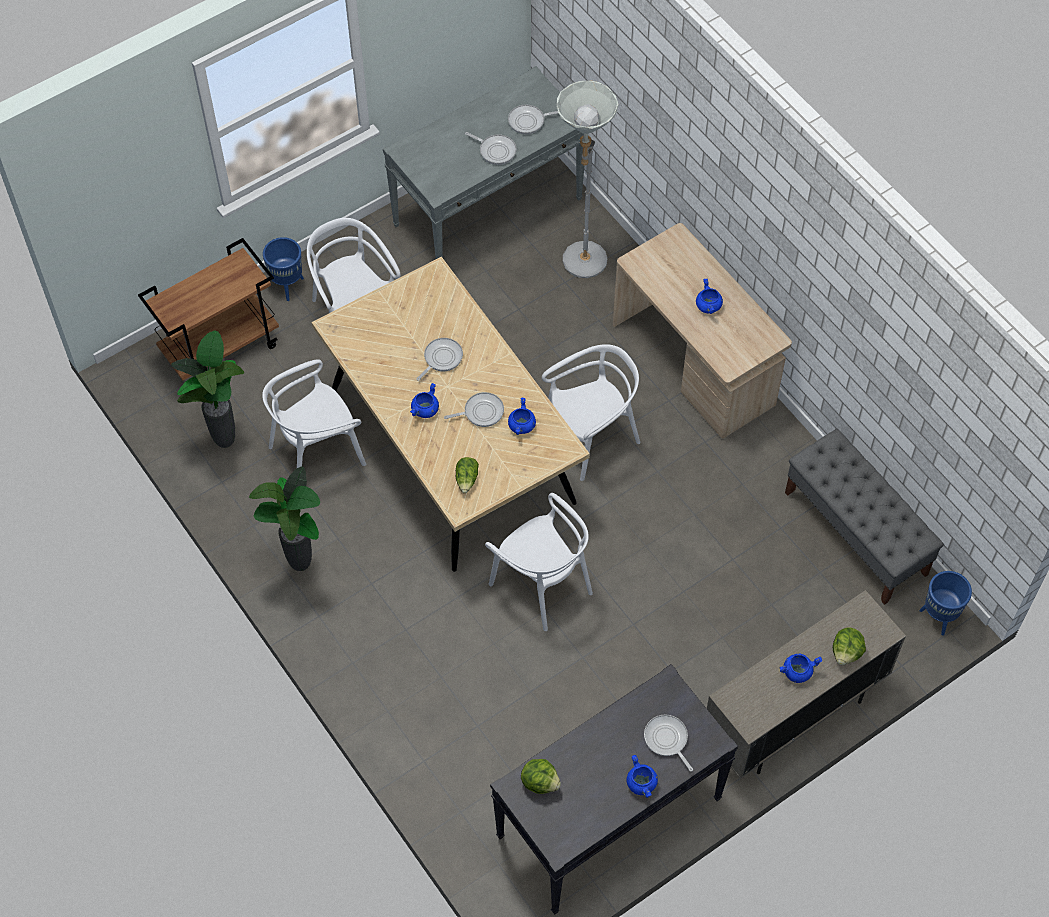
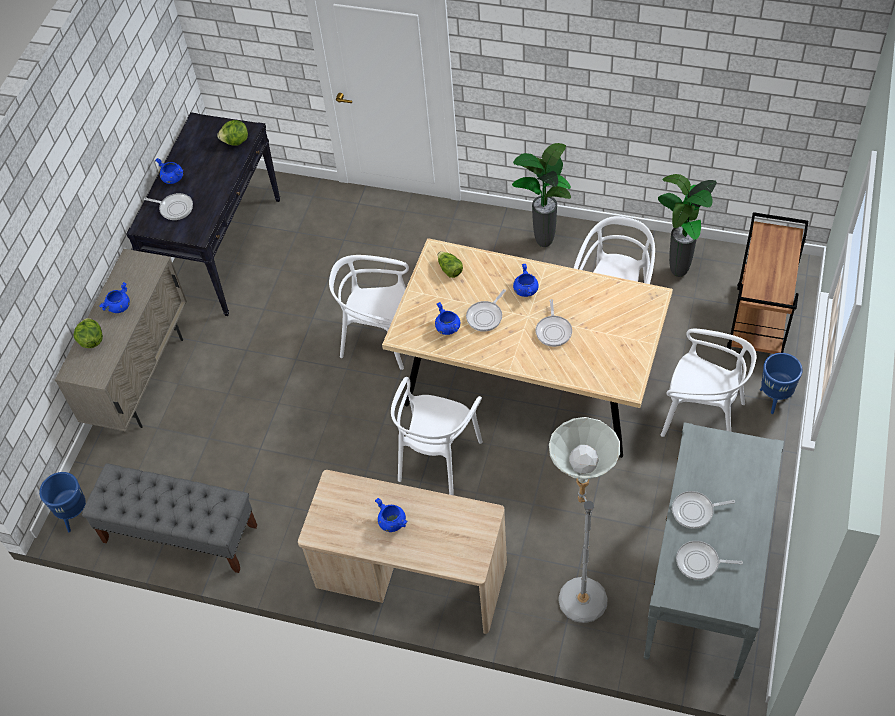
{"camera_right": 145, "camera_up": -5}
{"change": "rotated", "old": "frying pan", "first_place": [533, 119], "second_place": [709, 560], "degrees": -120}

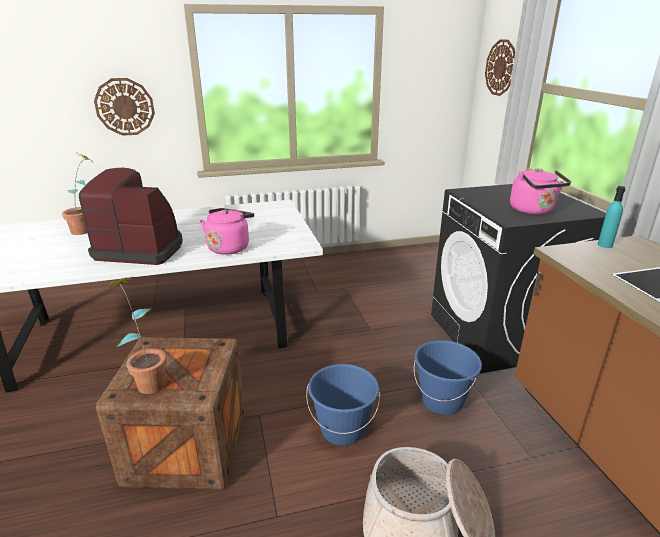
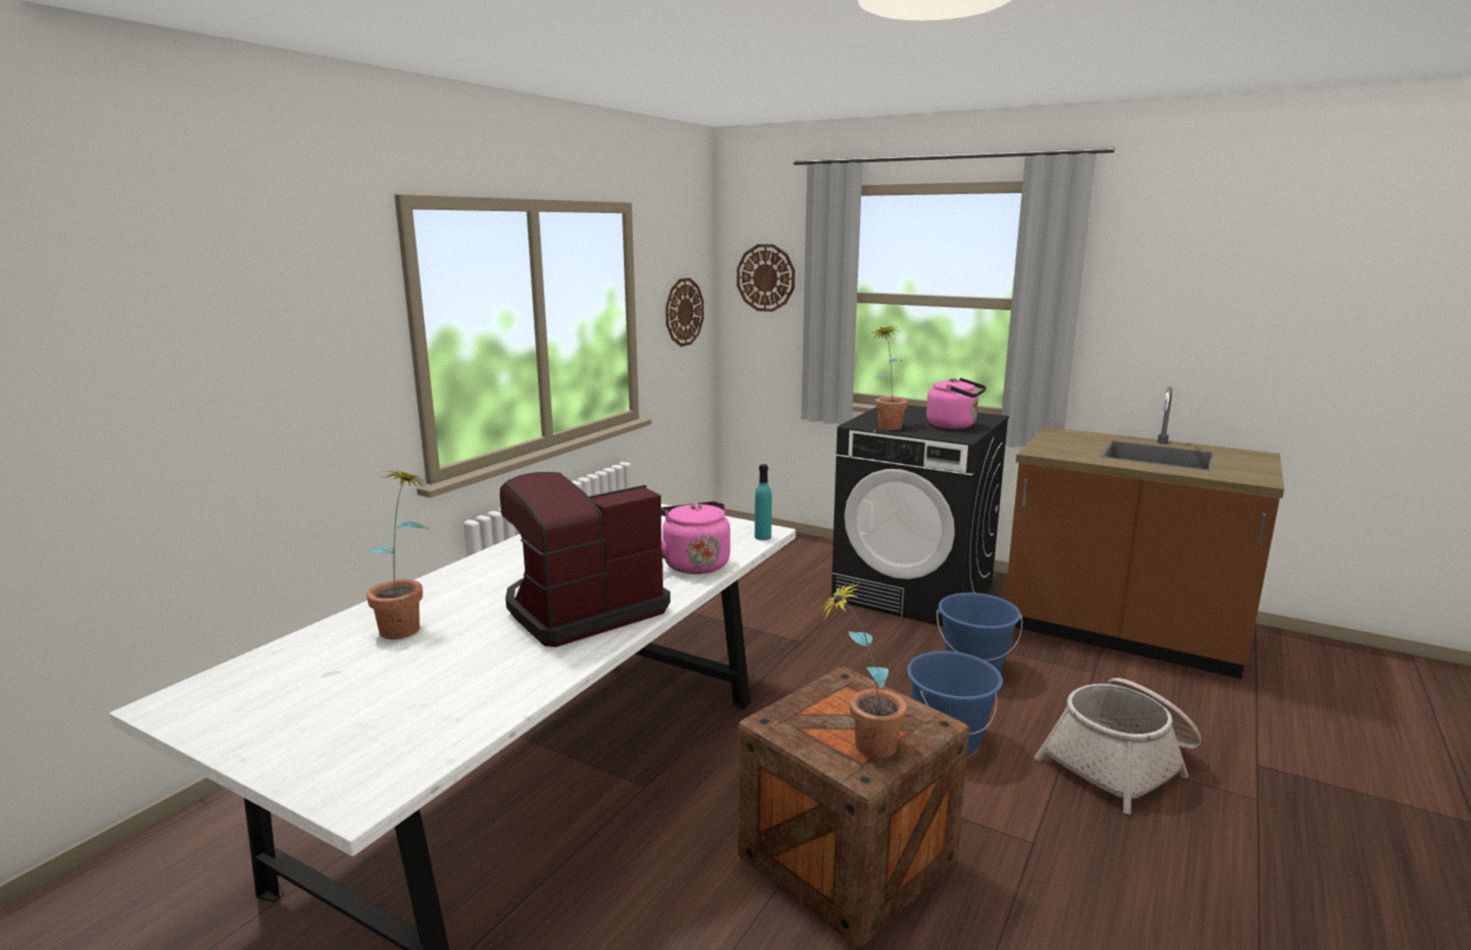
{"camera_right": -45, "camera_up": -10}
{"change": "shifted", "old": "wall clock", "first_place": [124, 107], "second_place": [685, 312]}
{"change": "shifted", "old": "turquoise bottle", "first_place": [612, 217], "second_place": [763, 502]}
{"change": "new", "new": "potted plant", "second_place": [889, 377]}

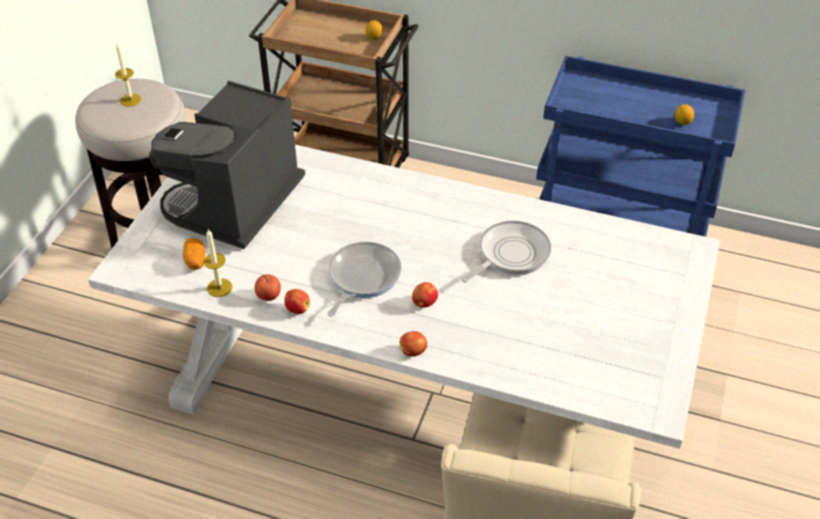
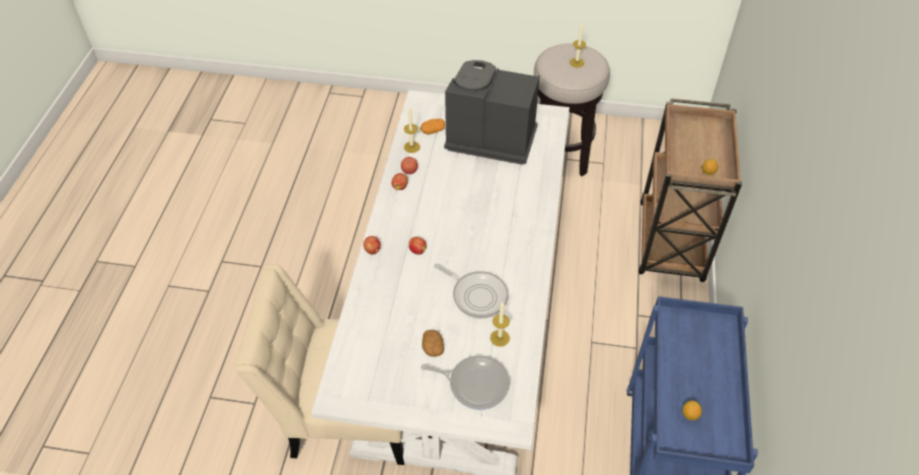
{"camera_right": 80, "camera_up": 5}
{"change": "shifted", "old": "frying pan", "first_place": [364, 279], "second_place": [465, 382]}
{"change": "new", "new": "candle", "second_place": [500, 324]}
{"change": "new", "new": "potato", "second_place": [433, 343]}

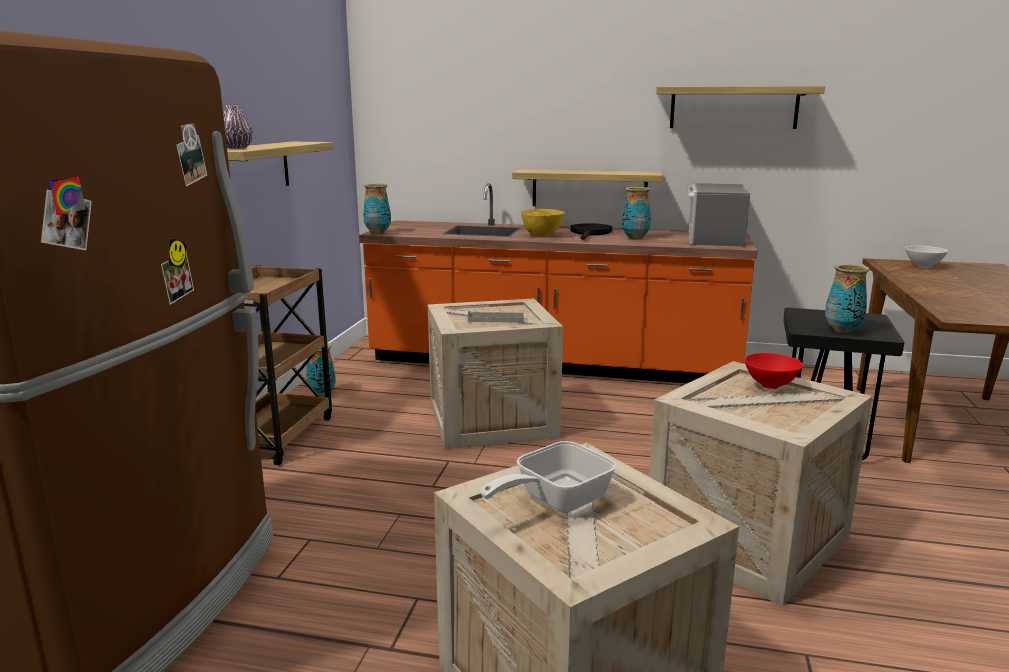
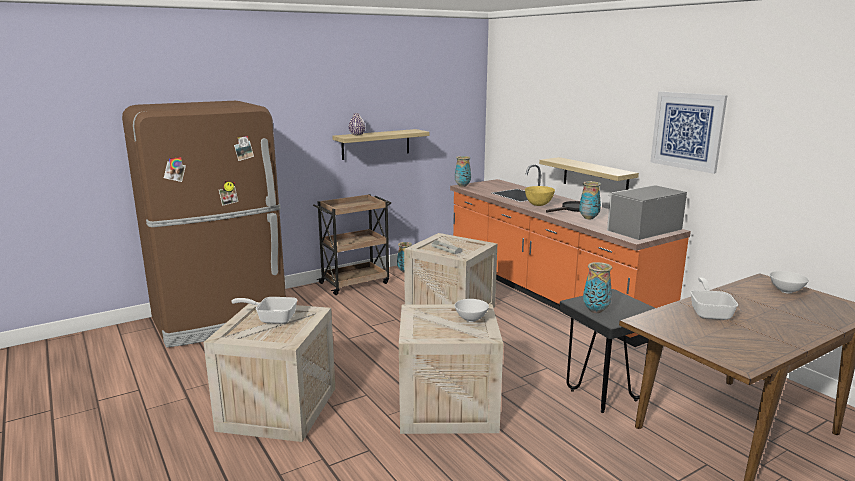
{"camera_right": 45, "camera_up": 0}
{"change": "swapped", "old": "shelf", "new": "picture", "first_place": [740, 107], "second_place": [688, 132]}
{"change": "repainted", "old": "red bowl", "new": "white bowl", "first_place": [773, 371], "second_place": [472, 310]}
{"change": "new", "new": "frying pan", "second_place": [714, 298]}

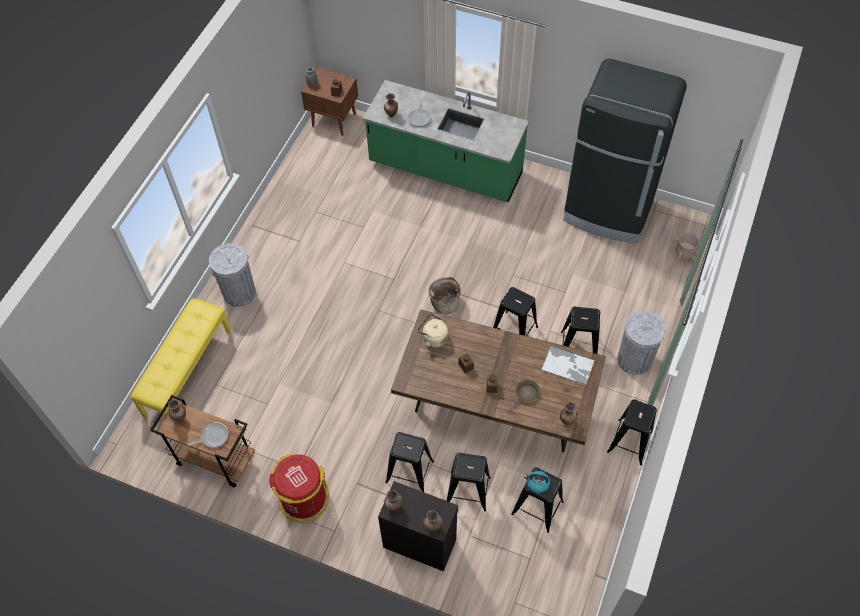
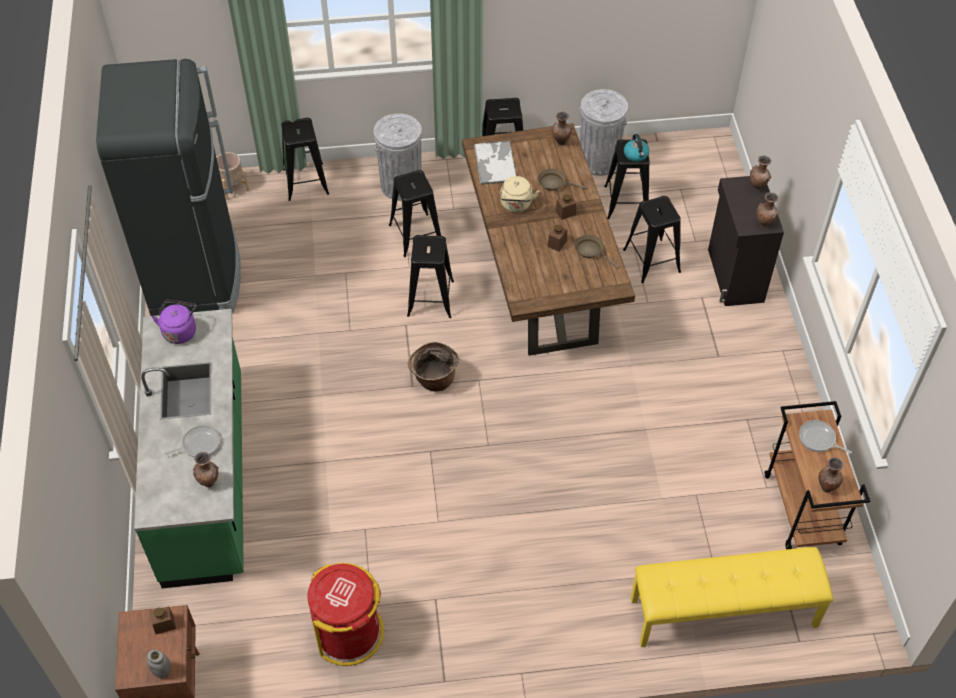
{"camera_right": -120, "camera_up": -5}
{"change": "shifted", "old": "grey trash can", "first_place": [232, 275], "second_place": [604, 132]}
{"change": "shifted", "old": "beige kettle", "first_place": [433, 331], "second_place": [519, 194]}
{"change": "shifted", "old": "black stool", "first_place": [409, 462], "second_place": [305, 159]}
{"change": "shifted", "old": "red trash can", "first_place": [299, 488], "second_place": [345, 614]}
{"change": "new", "new": "brown frying pan", "second_place": [596, 251]}
{"change": "new", "new": "purple kettle", "second_place": [174, 322]}

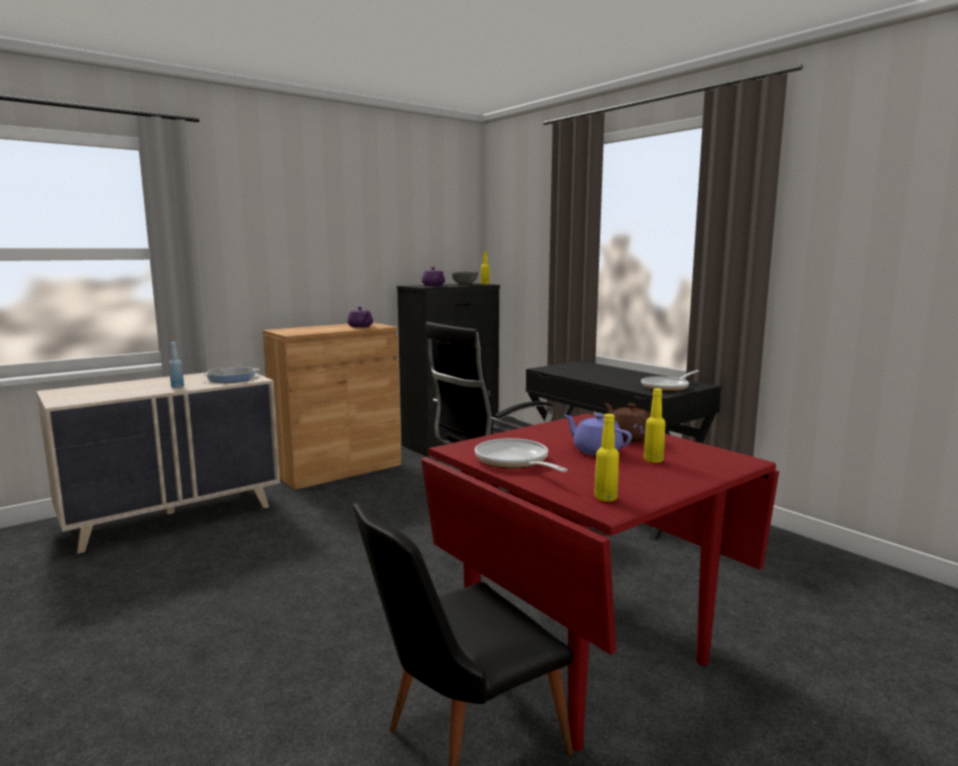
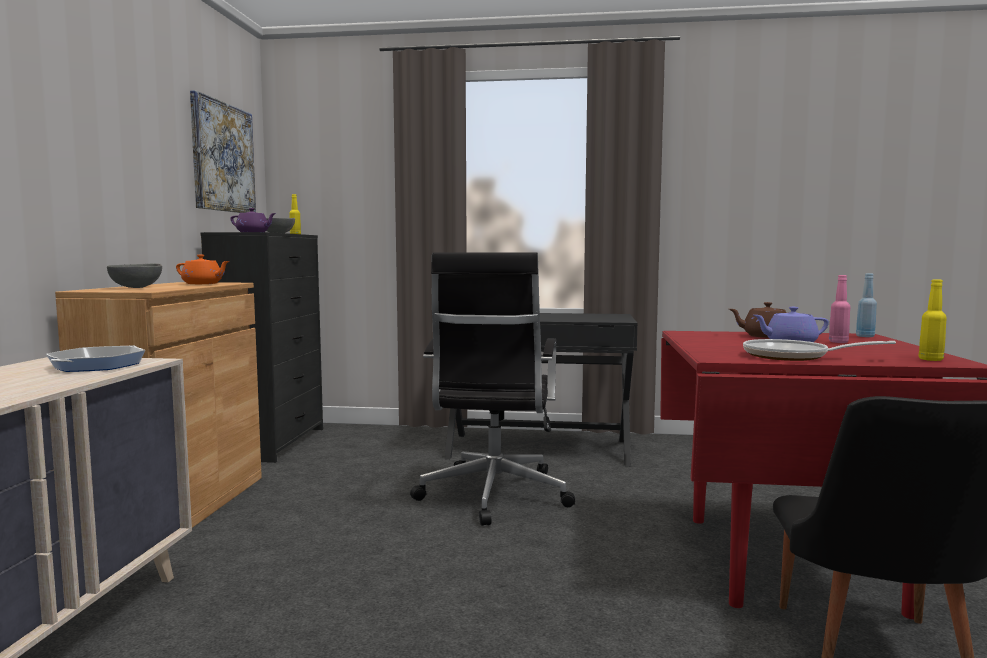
{"camera_right": -45, "camera_up": -5}
{"change": "repainted", "old": "purple teapot", "new": "orange teapot", "first_place": [360, 317], "second_place": [202, 269]}
{"change": "shifted", "old": "blue bottle", "first_place": [176, 365], "second_place": [866, 305]}
{"change": "gone", "old": "frying pan", "first_place": [670, 380]}
{"change": "repainted", "old": "yellow bottle", "new": "pink bottle", "first_place": [654, 425], "second_place": [839, 309]}
{"change": "new", "new": "picture", "second_place": [223, 151]}
{"change": "new", "new": "grey bowl", "second_place": [134, 275]}

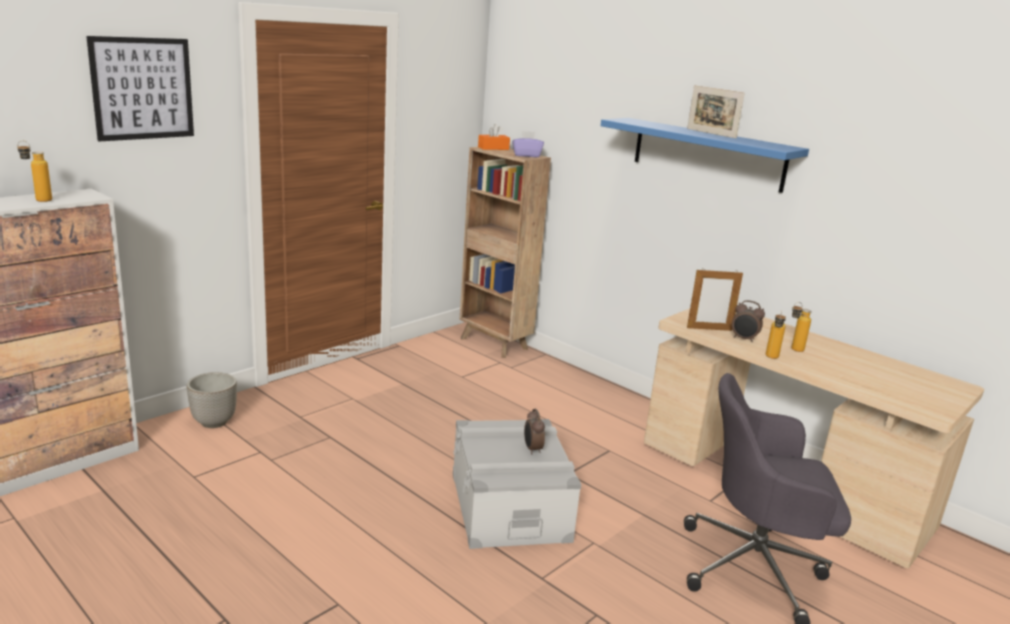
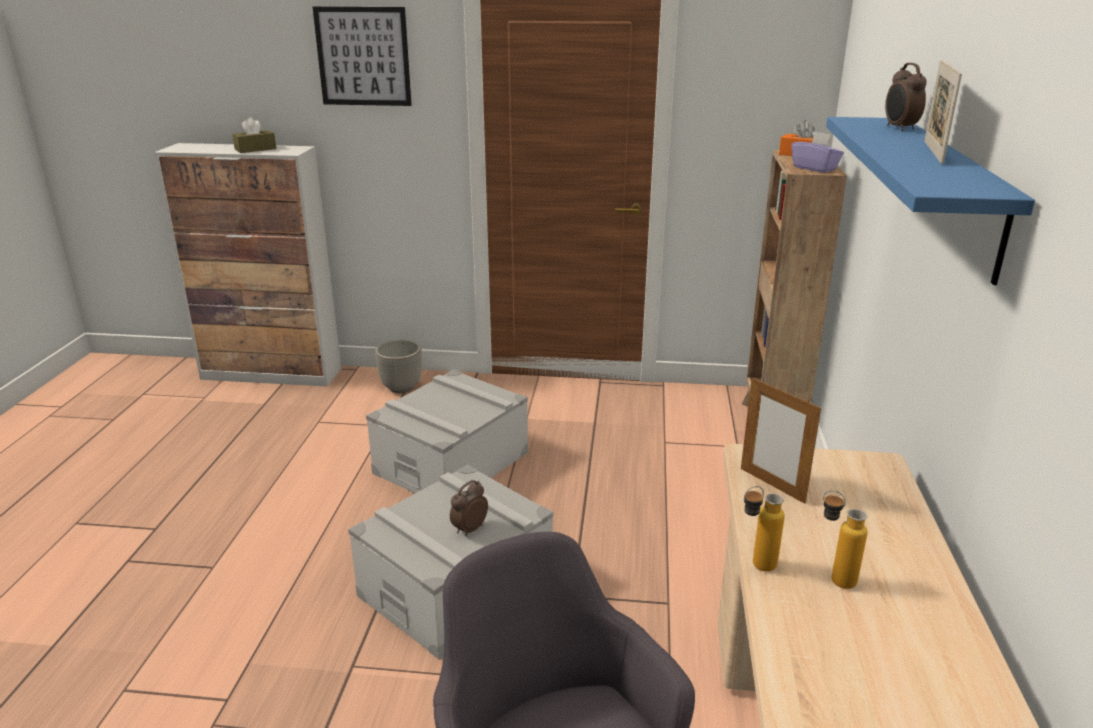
{"camera_right": 55, "camera_up": 5}
{"change": "swapped", "old": "bottle", "new": "brown tissue box", "first_place": [34, 171], "second_place": [254, 135]}
{"change": "shifted", "old": "alarm clock", "first_place": [748, 321], "second_place": [906, 97]}
{"change": "new", "new": "grey storage box", "second_place": [447, 431]}

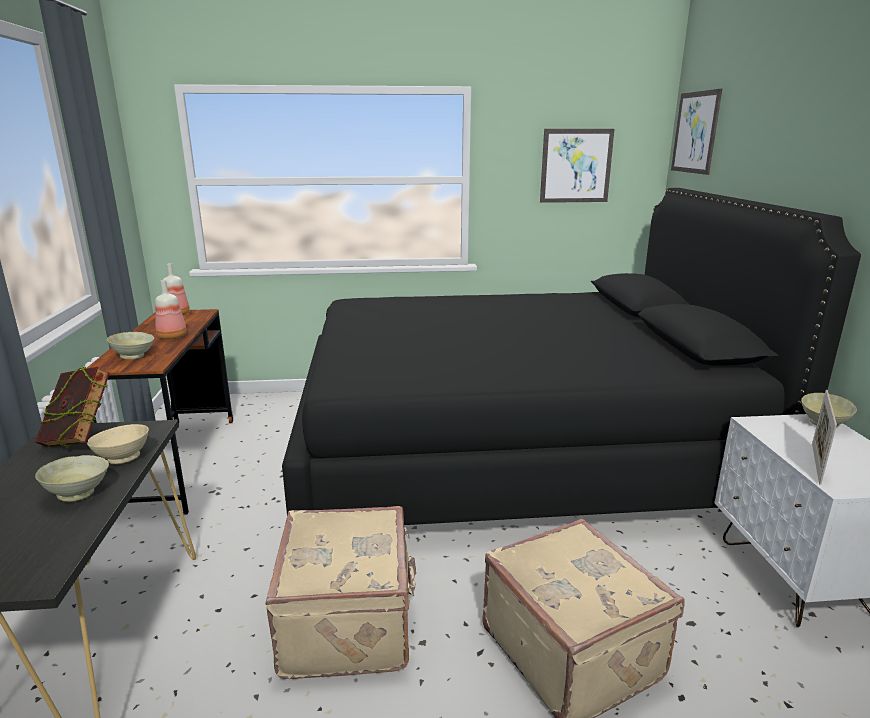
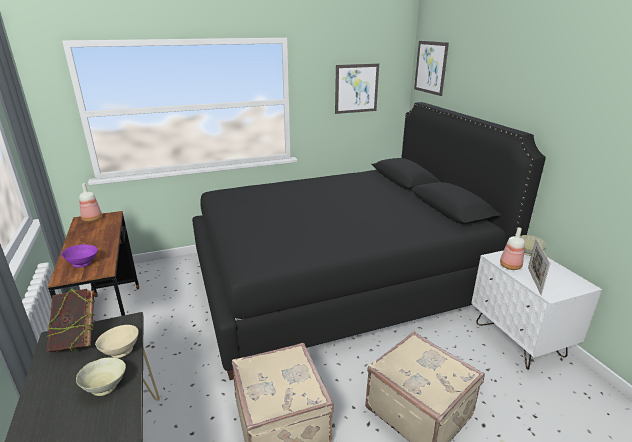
{"camera_right": -15, "camera_up": 5}
{"change": "shifted", "old": "bottle", "first_place": [171, 310], "second_place": [512, 248]}
{"change": "repainted", "old": "beige bowl", "new": "purple bowl", "first_place": [130, 345], "second_place": [79, 256]}

